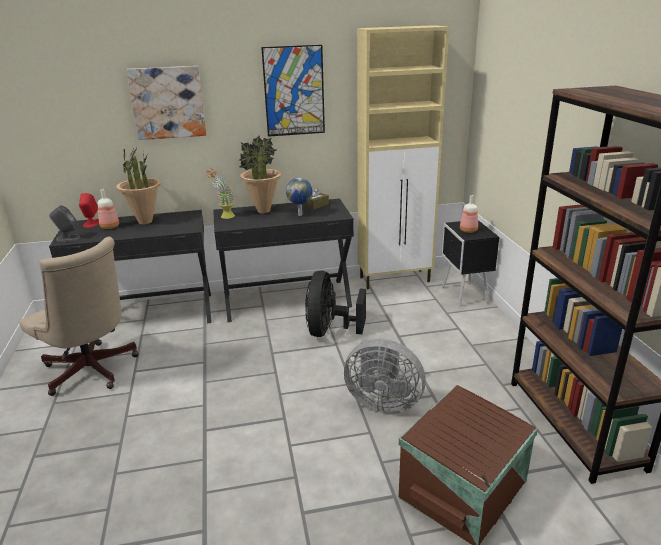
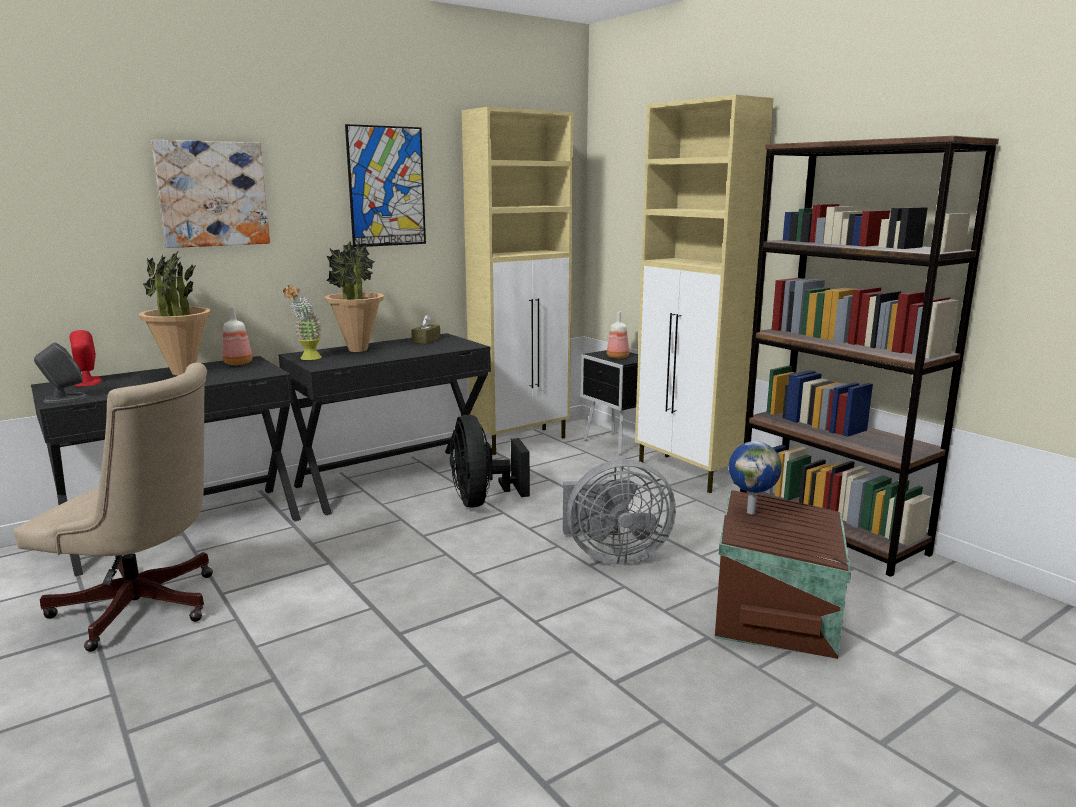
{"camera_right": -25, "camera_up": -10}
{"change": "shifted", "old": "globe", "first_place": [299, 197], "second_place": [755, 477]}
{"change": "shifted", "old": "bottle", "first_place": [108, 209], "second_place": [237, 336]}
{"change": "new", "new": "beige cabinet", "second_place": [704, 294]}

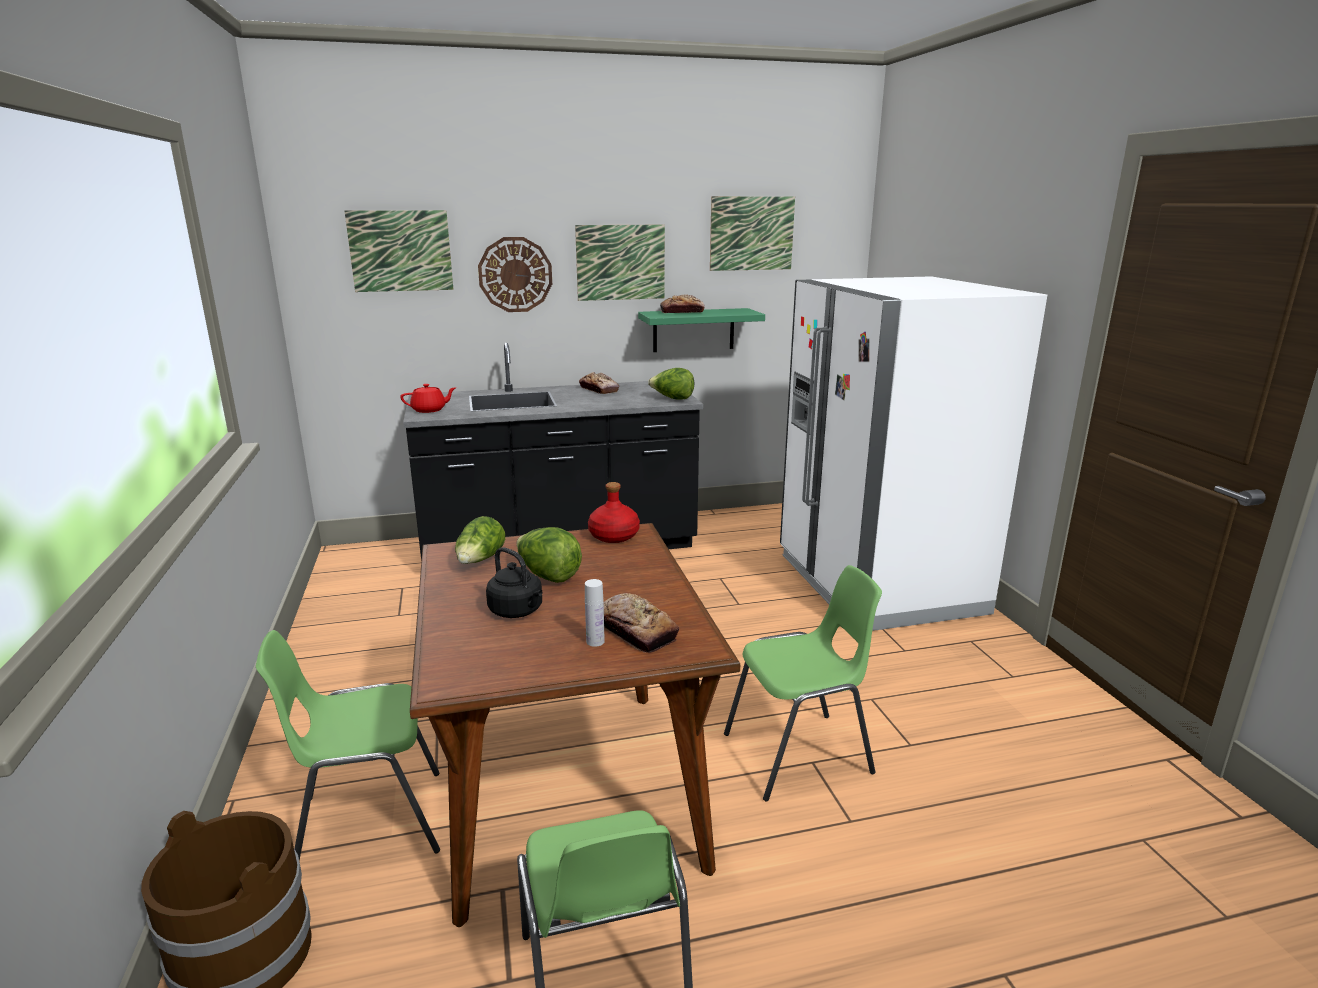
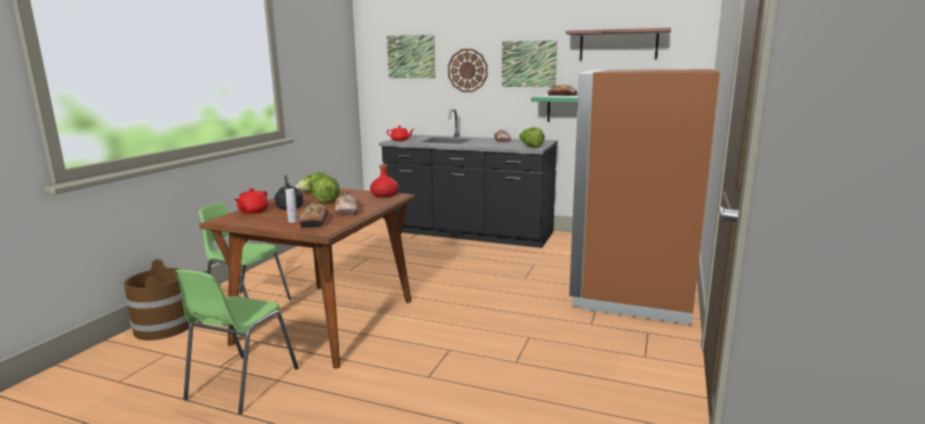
{"camera_right": 35, "camera_up": -5}
{"change": "swapped", "old": "picture", "new": "shelf", "first_place": [752, 233], "second_place": [618, 44]}
{"change": "repainted", "old": "white fridge", "new": "brown fridge", "first_place": [913, 453], "second_place": [644, 197]}
{"change": "gone", "old": "green chair", "first_place": [803, 683]}
{"change": "new", "new": "red teapot", "second_place": [251, 201]}
{"change": "new", "new": "bread", "second_place": [346, 204]}

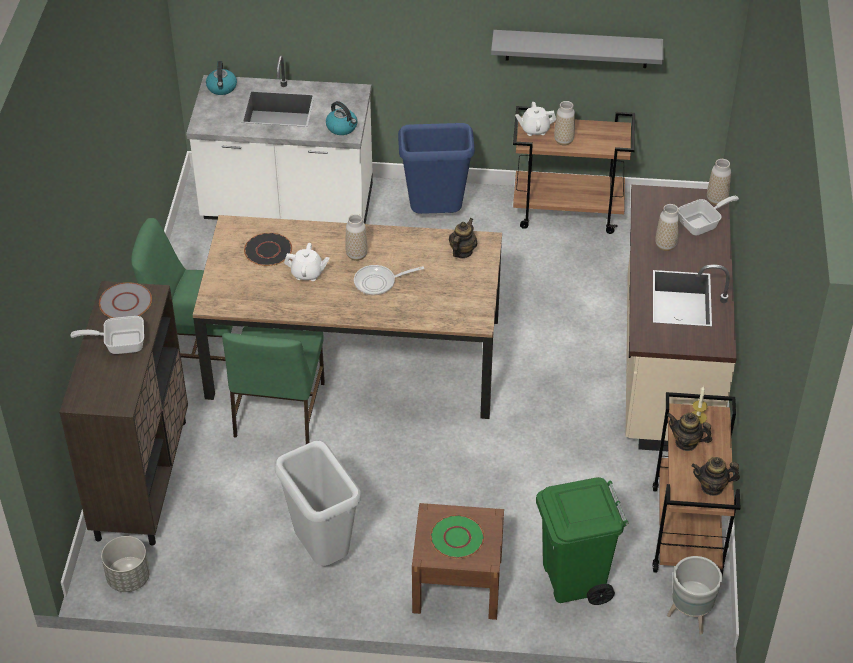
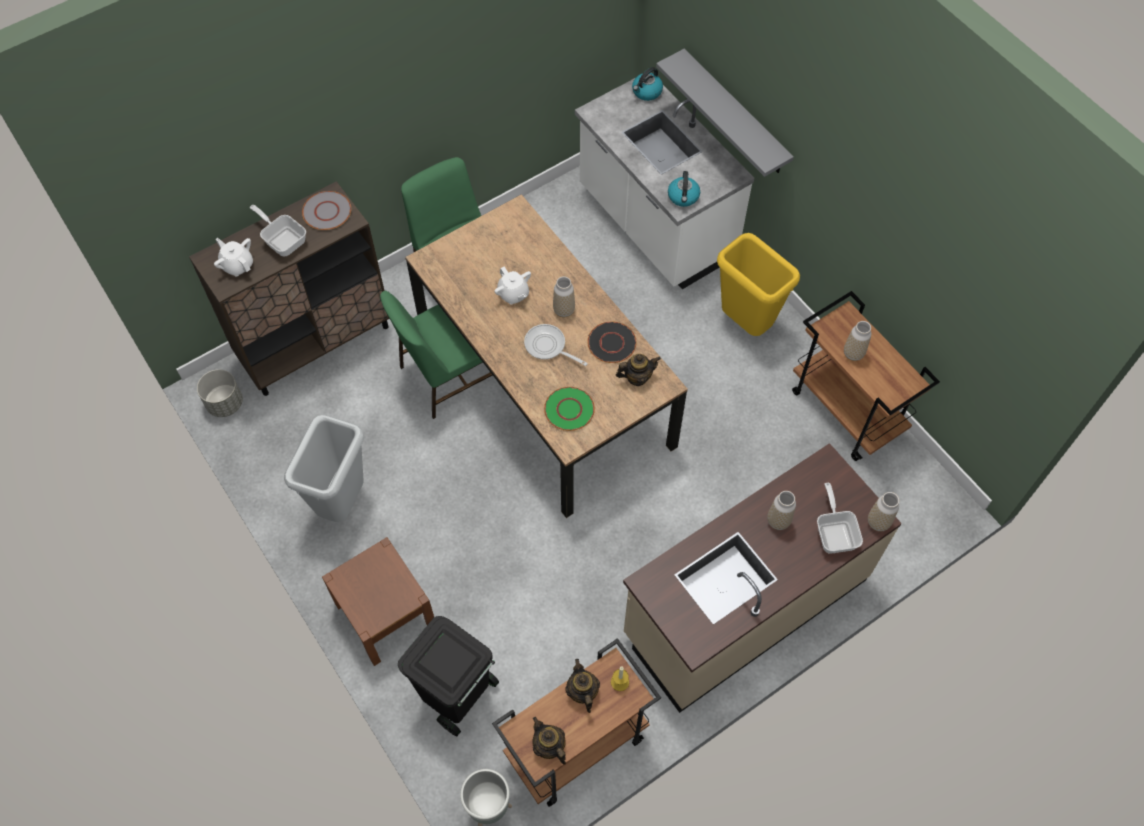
{"camera_right": 50, "camera_up": 15}
{"change": "shifted", "old": "grey shelf", "first_place": [577, 49], "second_place": [725, 113]}
{"change": "shifted", "old": "white teapot", "first_place": [535, 119], "second_place": [233, 257]}
{"change": "repainted", "old": "blue trash can", "new": "yellow trash can", "first_place": [436, 168], "second_place": [758, 284]}
{"change": "rotated", "old": "frying pan", "first_place": [708, 215], "second_place": [840, 518], "degrees": -120}
{"change": "shifted", "old": "black plate", "first_place": [268, 249], "second_place": [612, 342]}
{"change": "repainted", "old": "green trash can", "new": "black trash can", "first_place": [582, 541], "second_place": [448, 676]}
{"change": "shifted", "old": "green plate", "first_place": [457, 537], "second_place": [569, 409]}

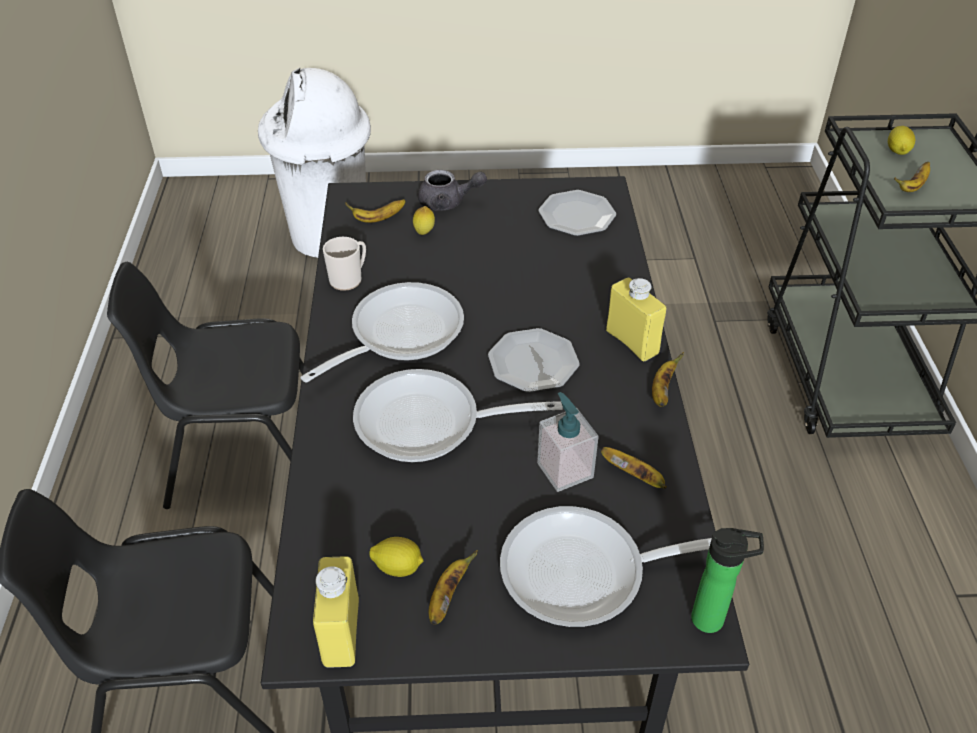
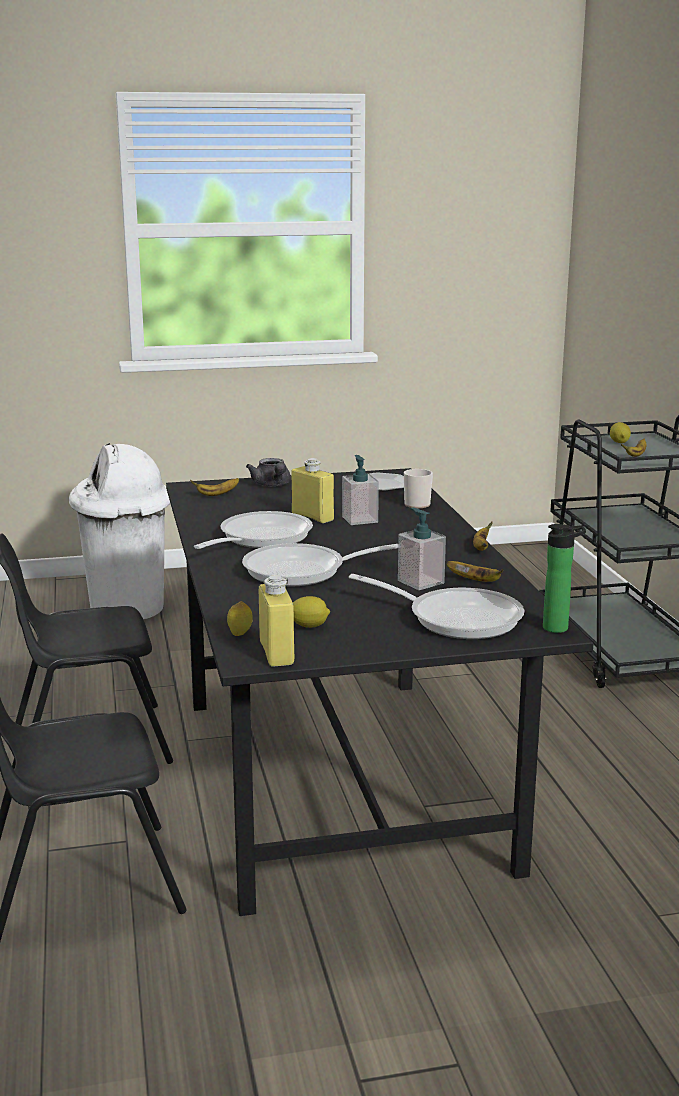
{"camera_right": -10, "camera_up": -25}
{"change": "rotated", "old": "grey teapot", "first_place": [452, 190], "second_place": [268, 472], "degrees": 75}
{"change": "shifted", "old": "lemon", "first_place": [424, 220], "second_place": [240, 618]}
{"change": "shifted", "old": "mug", "first_place": [344, 264], "second_place": [418, 488]}
{"change": "shifted", "old": "yellow bottle", "first_place": [636, 319], "second_place": [312, 490]}
{"change": "gone", "old": "plate", "first_place": [534, 360]}
{"change": "rotated", "old": "frying pan", "first_place": [606, 566], "second_place": [436, 606], "degrees": -135}
{"change": "gone", "old": "banana", "first_place": [453, 587]}
{"change": "new", "new": "soap dispenser", "second_place": [360, 490]}

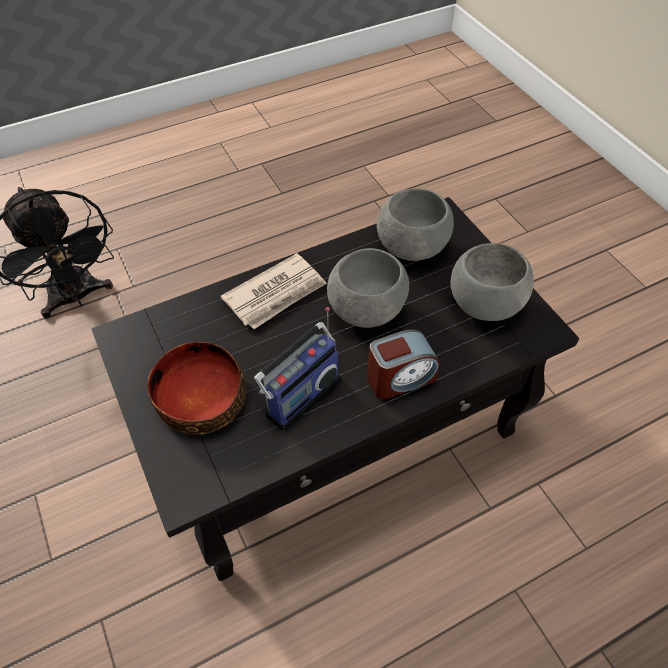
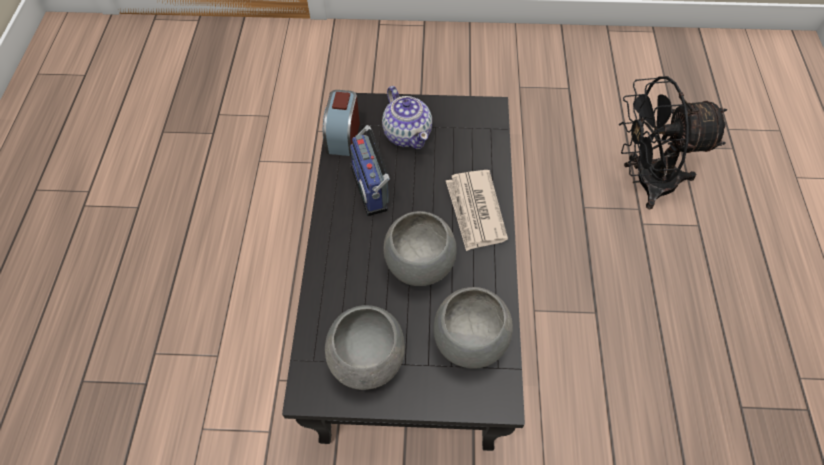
{"camera_right": 120, "camera_up": 5}
{"change": "shifted", "old": "alarm clock", "first_place": [403, 364], "second_place": [341, 123]}
{"change": "swapped", "old": "bowl", "new": "teapot", "first_place": [197, 388], "second_place": [407, 117]}

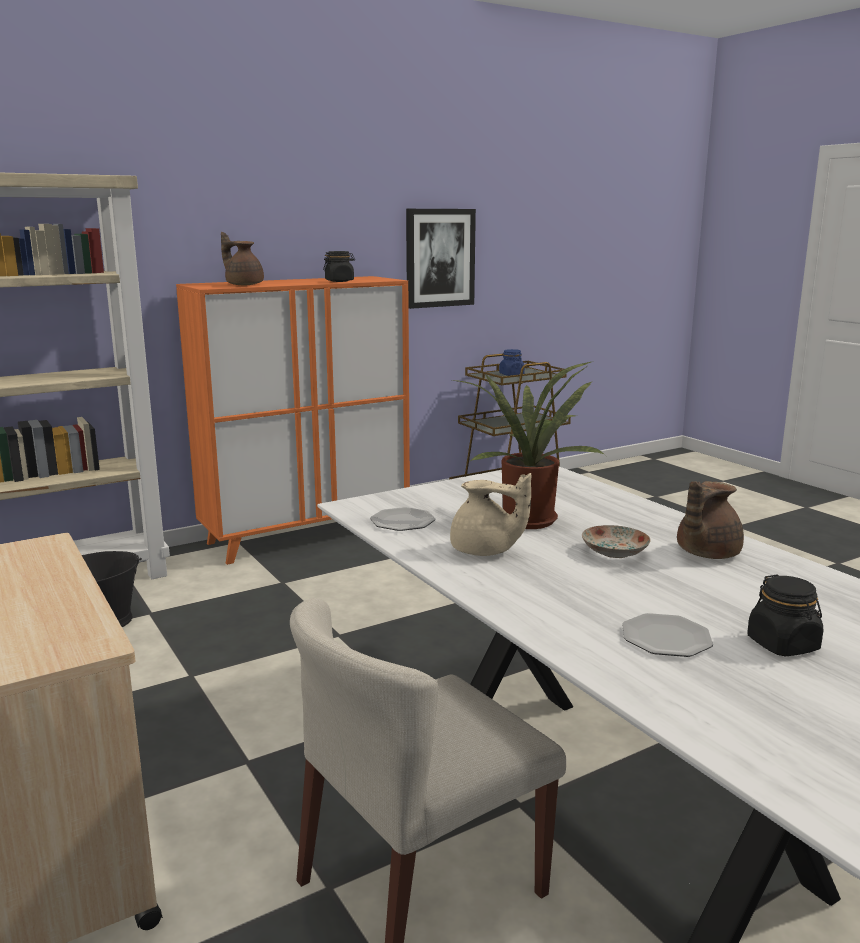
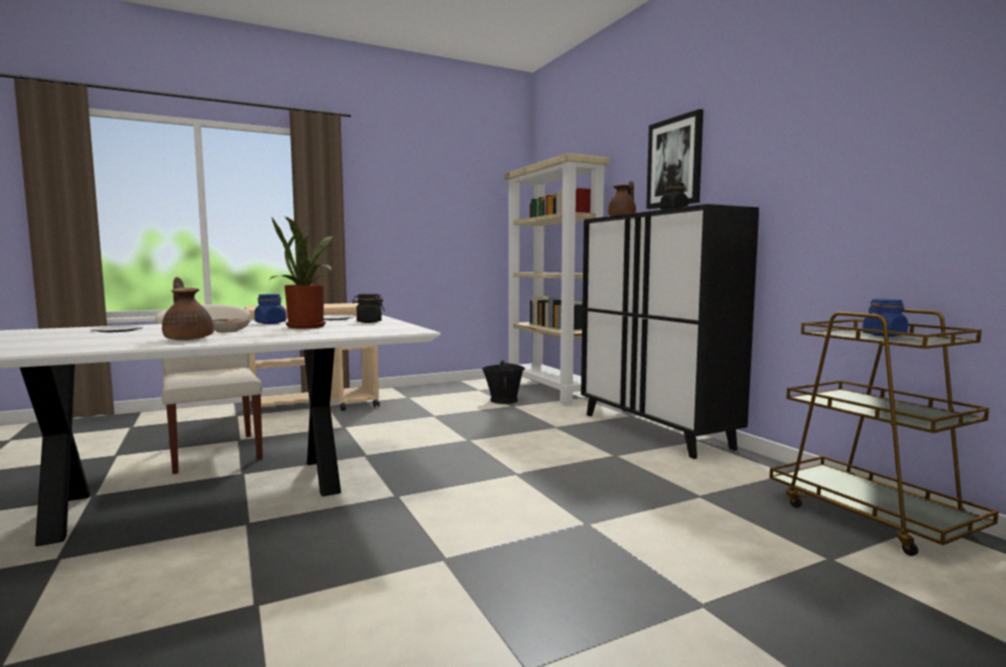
{"camera_right": 95, "camera_up": -10}
{"change": "shifted", "old": "picture", "first_place": [441, 259], "second_place": [674, 159]}
{"change": "repainted", "old": "orange cabinet", "new": "black cabinet", "first_place": [293, 420], "second_place": [670, 331]}
{"change": "swapped", "old": "beige teapot", "new": "blue jar", "first_place": [490, 514], "second_place": [270, 309]}
{"change": "shifted", "old": "black jar", "first_place": [785, 615], "second_place": [368, 308]}

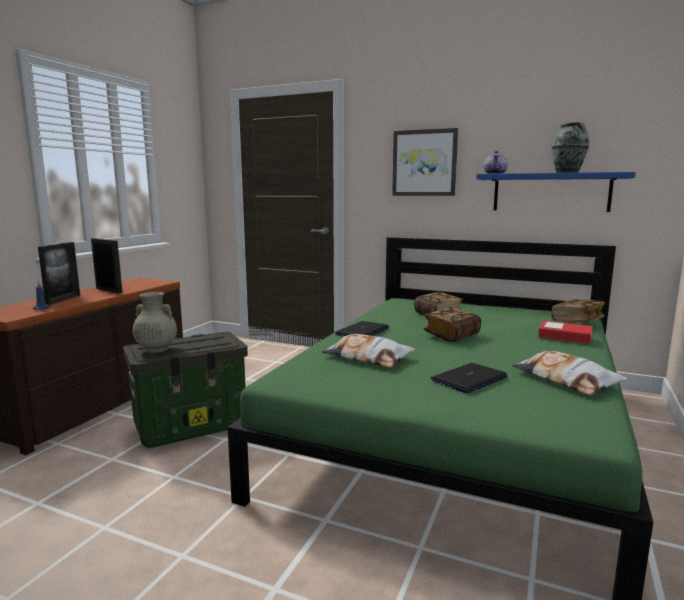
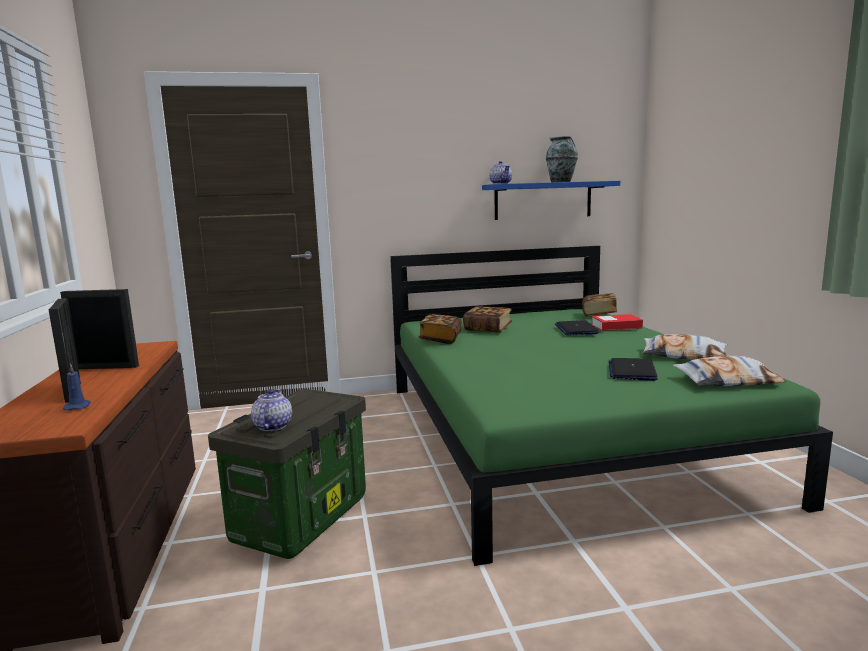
{"camera_right": -35, "camera_up": 0}
{"change": "gone", "old": "picture", "first_place": [425, 162]}
{"change": "swapped", "old": "beige vase", "new": "teapot", "first_place": [155, 322], "second_place": [271, 410]}
{"change": "shifted", "old": "book", "first_place": [452, 324], "second_place": [440, 329]}
{"change": "shifted", "old": "laptop", "first_place": [362, 328], "second_place": [577, 327]}
{"change": "shifted", "old": "pillow", "first_place": [368, 351], "second_place": [729, 371]}

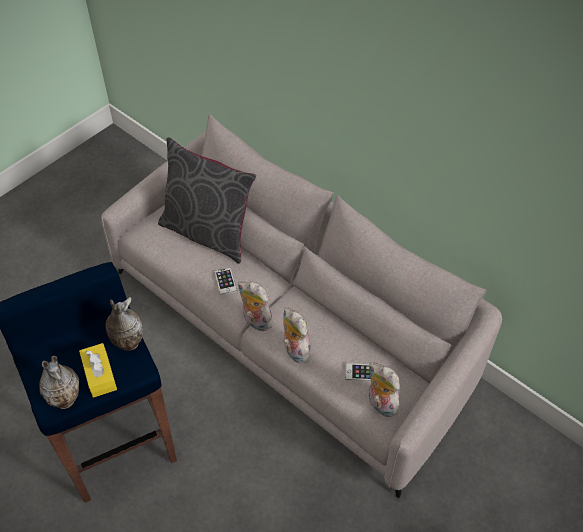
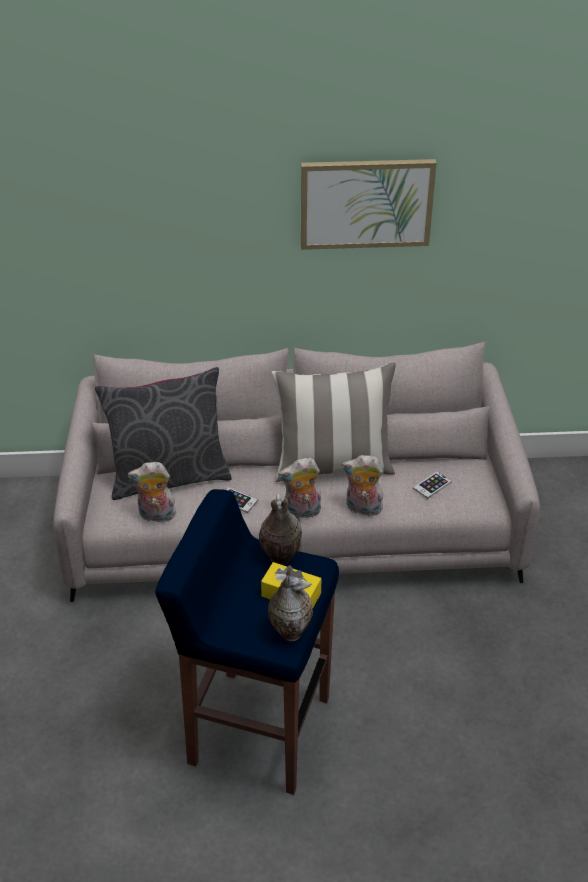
{"camera_right": -45, "camera_up": -10}
{"change": "shifted", "old": "plush toy", "first_place": [384, 389], "second_place": [152, 492]}
{"change": "new", "new": "picture", "second_place": [369, 204]}
{"change": "new", "new": "pillow", "second_place": [334, 422]}

